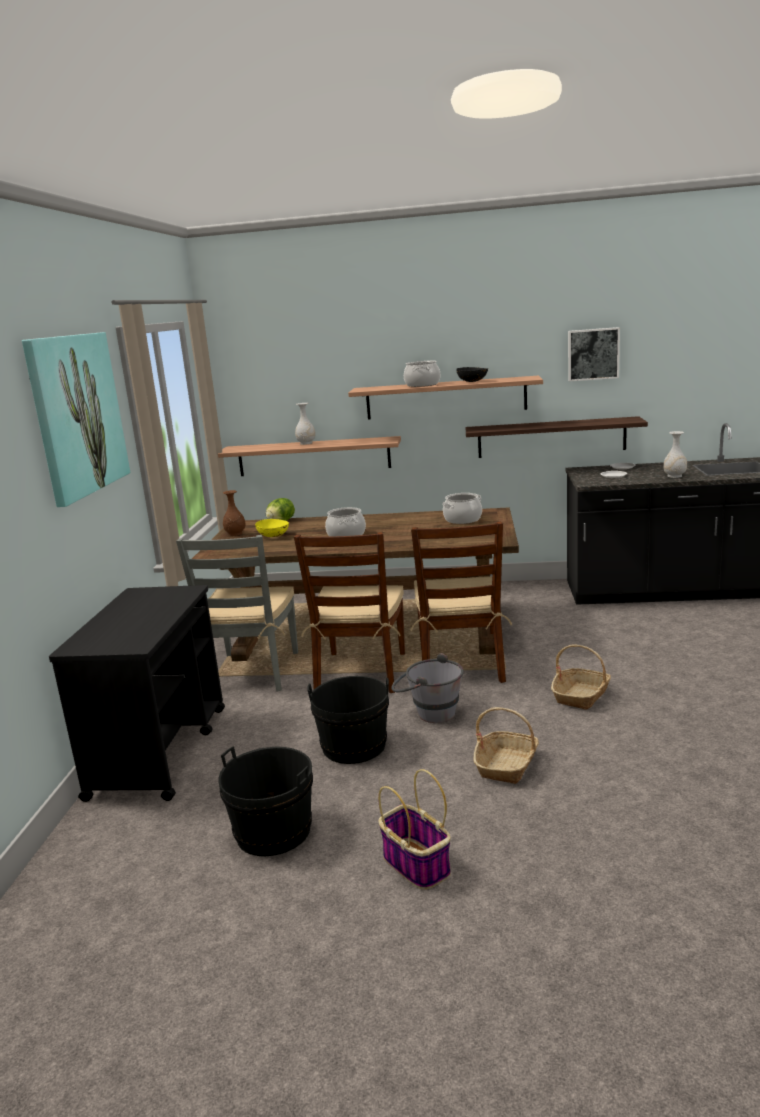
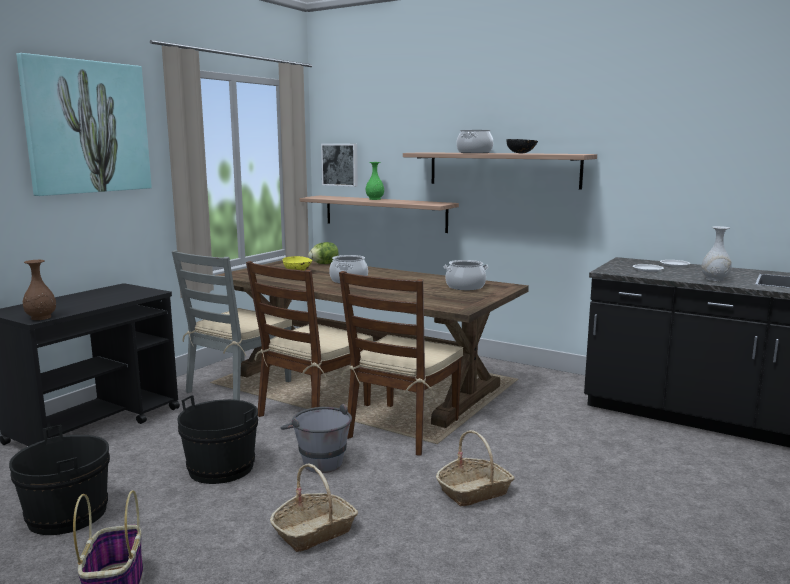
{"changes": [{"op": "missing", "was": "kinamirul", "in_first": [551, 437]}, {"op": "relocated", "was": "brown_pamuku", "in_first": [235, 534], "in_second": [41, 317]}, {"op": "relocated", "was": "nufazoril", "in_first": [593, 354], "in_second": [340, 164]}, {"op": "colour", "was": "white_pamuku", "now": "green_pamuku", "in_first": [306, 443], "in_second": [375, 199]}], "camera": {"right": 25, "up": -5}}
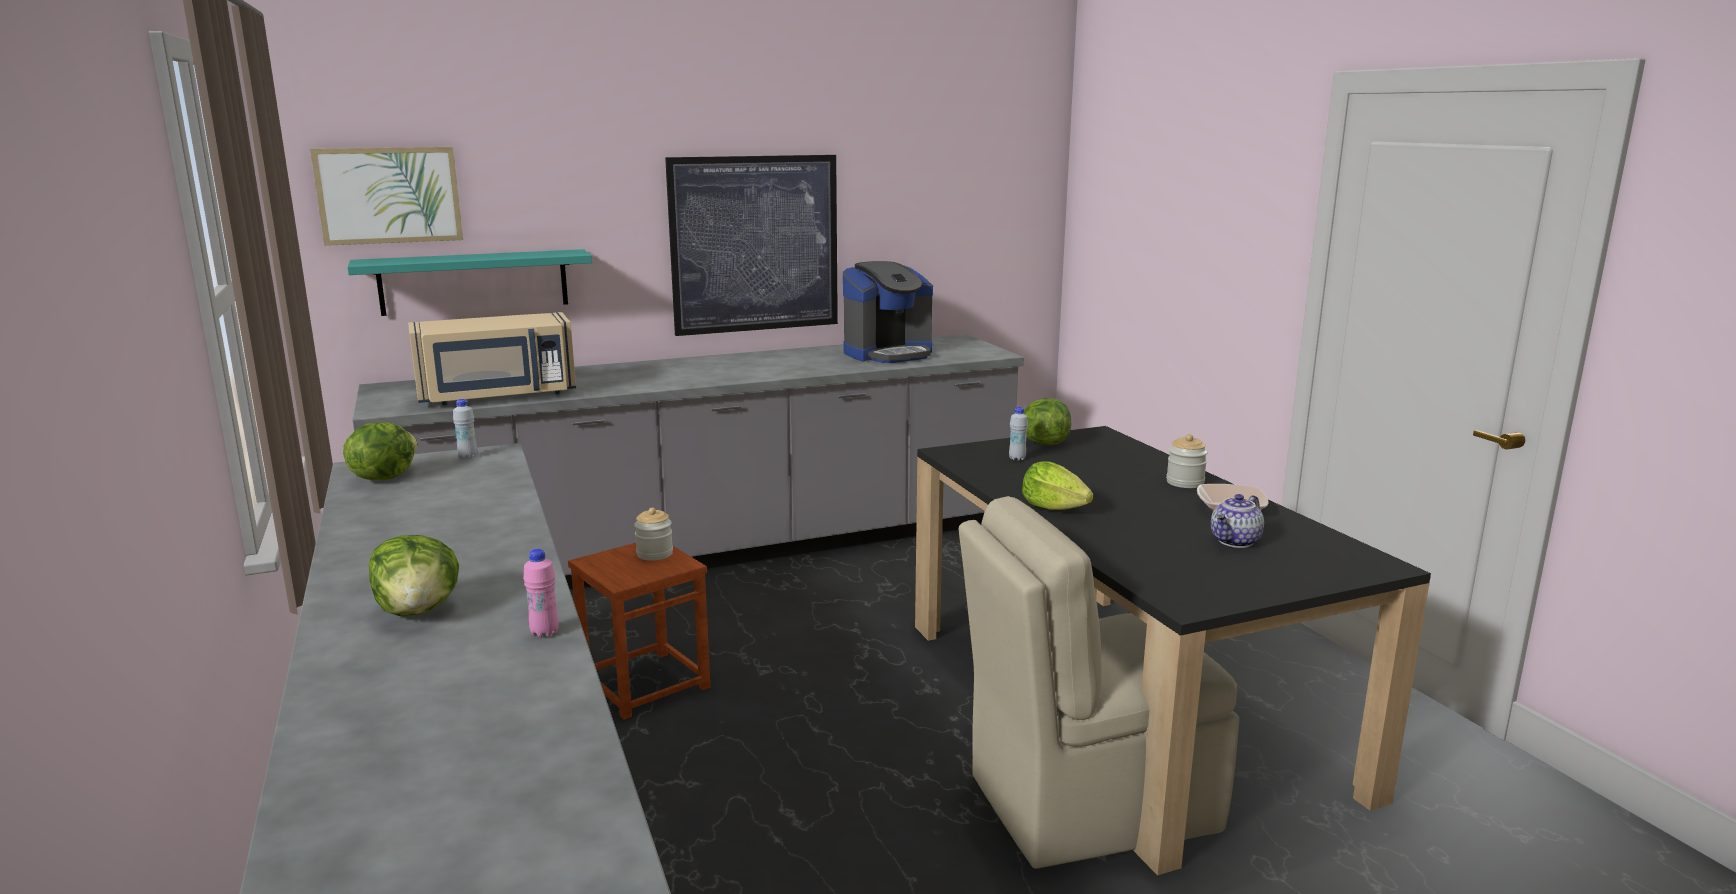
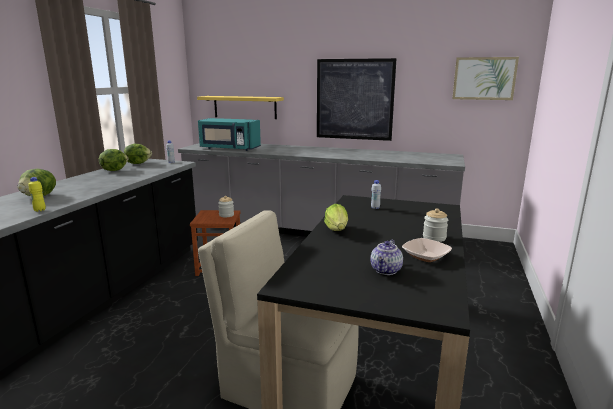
{"changes": [{"op": "missing", "was": "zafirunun", "in_first": [888, 354]}, {"op": "relocated", "was": "nufazoril", "in_first": [389, 195], "in_second": [484, 78]}, {"op": "relocated", "was": "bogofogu", "in_first": [1044, 443], "in_second": [114, 170]}, {"op": "colour", "was": "turquoise_kinamirul", "now": "yellow_kinamirul", "in_first": [474, 282], "in_second": [245, 107]}, {"op": "colour", "was": "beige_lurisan", "now": "turquoise_lurisan", "in_first": [498, 396], "in_second": [229, 148]}, {"op": "colour", "was": "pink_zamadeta", "now": "yellow_zamadeta", "in_first": [544, 633], "in_second": [40, 210]}, {"op": "spun", "was": "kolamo", "in_first": [1236, 542], "in_second": [386, 270], "clockwise": -60}], "camera": {"right": 40, "up": 0}}
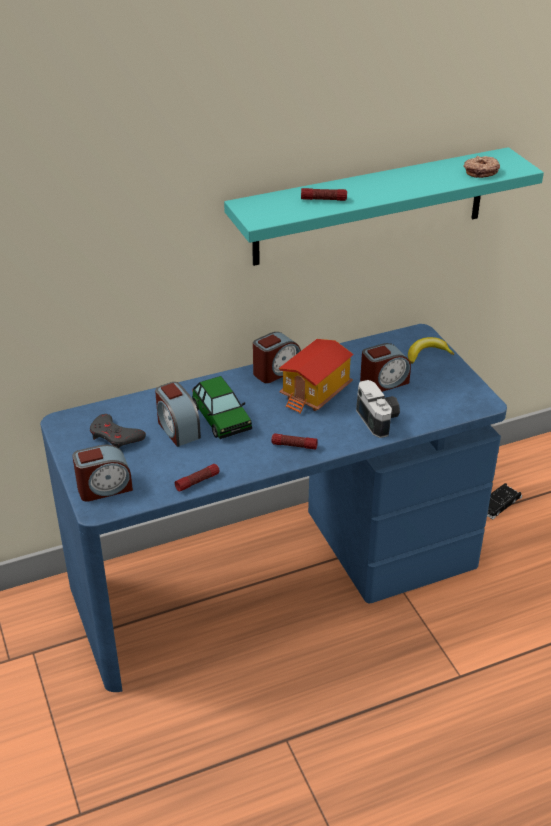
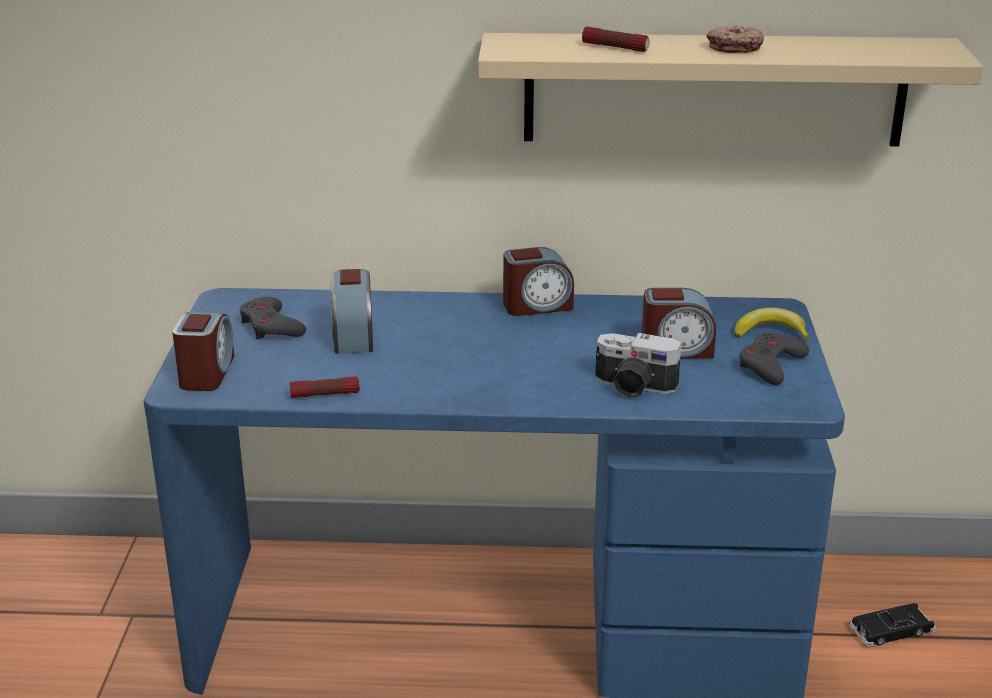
{"changes": [{"op": "missing", "was": "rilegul", "in_first": [221, 418]}, {"op": "missing", "was": "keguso", "in_first": [294, 446]}, {"op": "missing", "was": "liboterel", "in_first": [316, 393]}, {"op": "appeared", "now": "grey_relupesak", "in_second": [771, 365]}, {"op": "relocated", "was": "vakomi", "in_first": [480, 171], "in_second": [734, 47]}, {"op": "colour", "was": "turquoise_kinamirul", "now": "beige_kinamirul", "in_first": [370, 207], "in_second": [714, 89]}, {"op": "spun", "was": "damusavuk", "in_first": [104, 488], "in_second": [207, 373], "clockwise": -90}, {"op": "spun", "was": "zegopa", "in_first": [379, 419], "in_second": [633, 387], "clockwise": 105}], "camera": {"right": 25, "up": -10}}
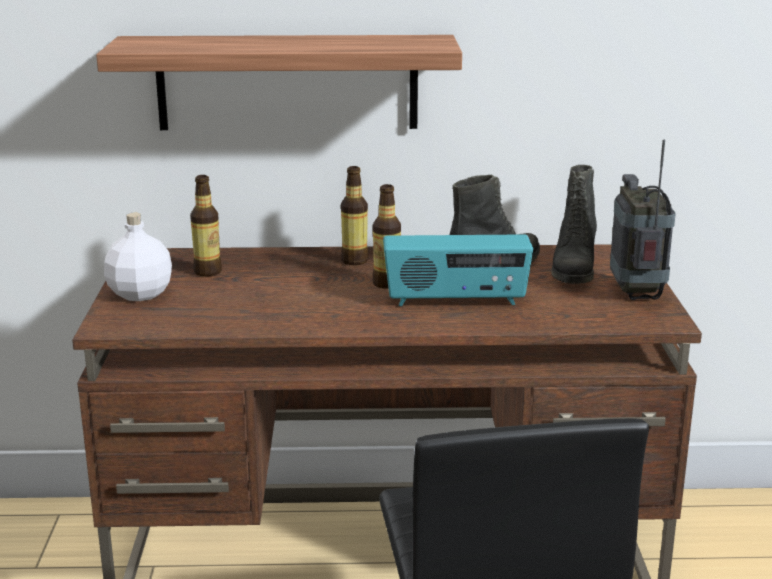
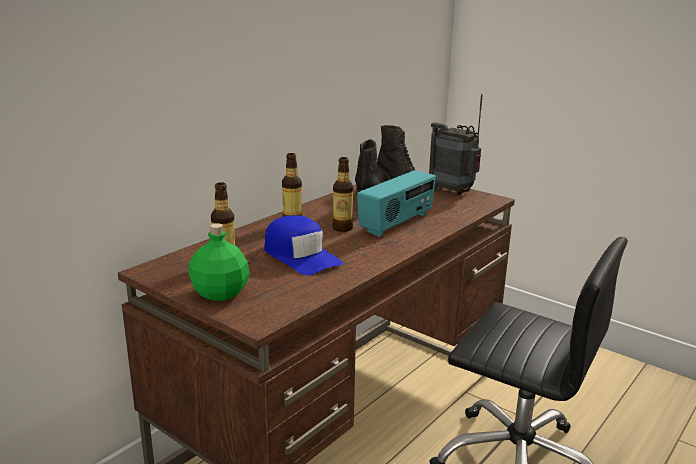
{"changes": [{"op": "missing", "was": "kinamirul", "in_first": [287, 82]}, {"op": "appeared", "now": "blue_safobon", "in_second": [300, 256]}, {"op": "colour", "was": "white_zamadeta", "now": "green_zamadeta", "in_first": [140, 294], "in_second": [221, 293]}], "camera": {"right": -50, "up": 0}}
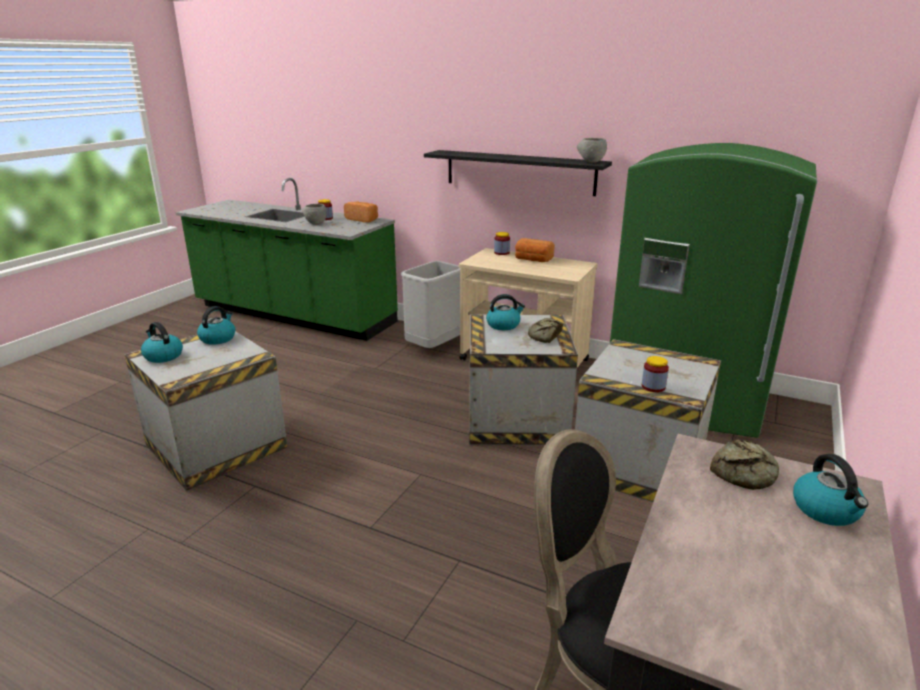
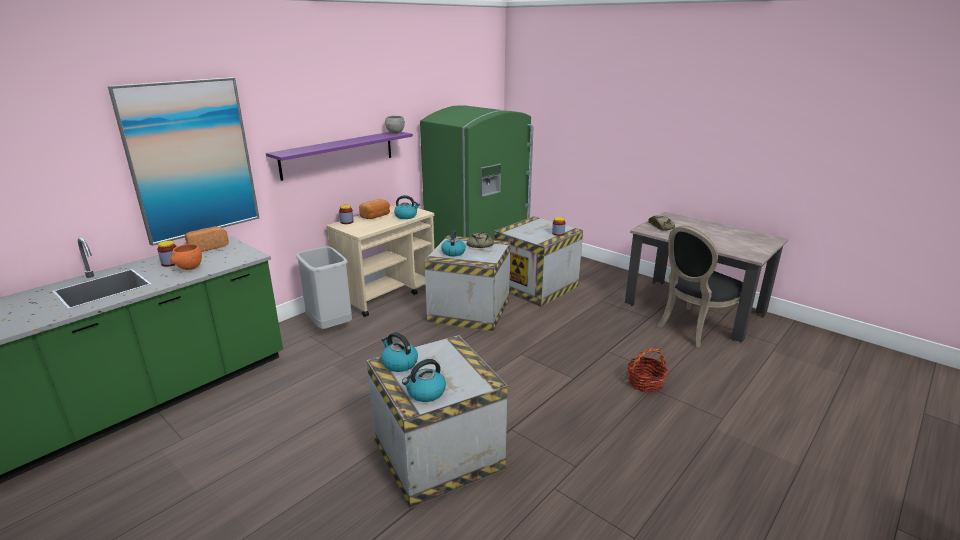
{"changes": [{"op": "appeared", "now": "nufazoril", "in_second": [191, 159]}, {"op": "appeared", "now": "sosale", "in_second": [645, 383]}, {"op": "relocated", "was": "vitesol", "in_first": [826, 510], "in_second": [406, 216]}, {"op": "colour", "was": "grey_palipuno", "now": "orange_palipuno", "in_first": [315, 224], "in_second": [189, 268]}, {"op": "colour", "was": "black_kinamirul", "now": "purple_kinamirul", "in_first": [519, 172], "in_second": [338, 154]}], "camera": {"right": -75, "up": 0}}
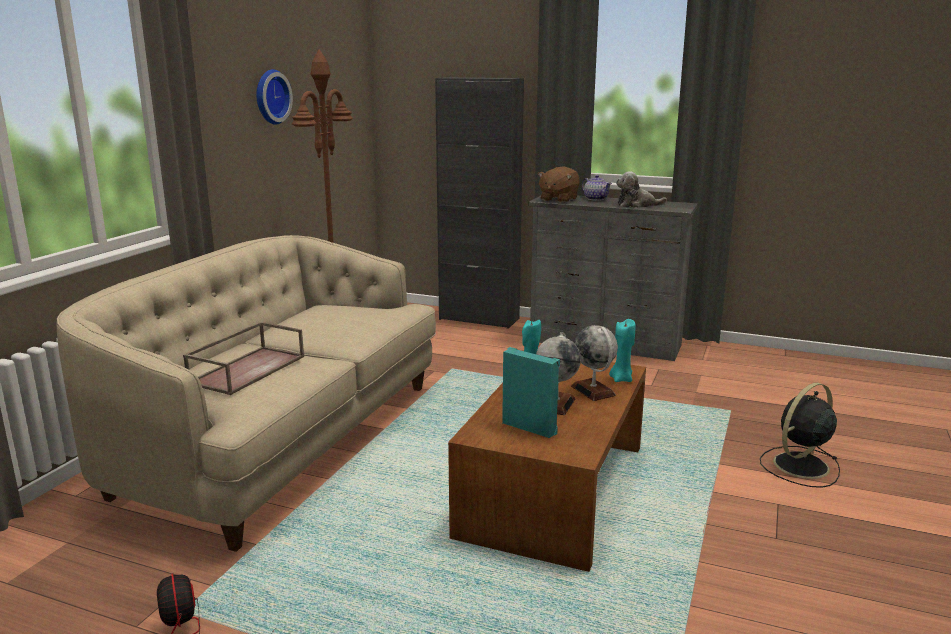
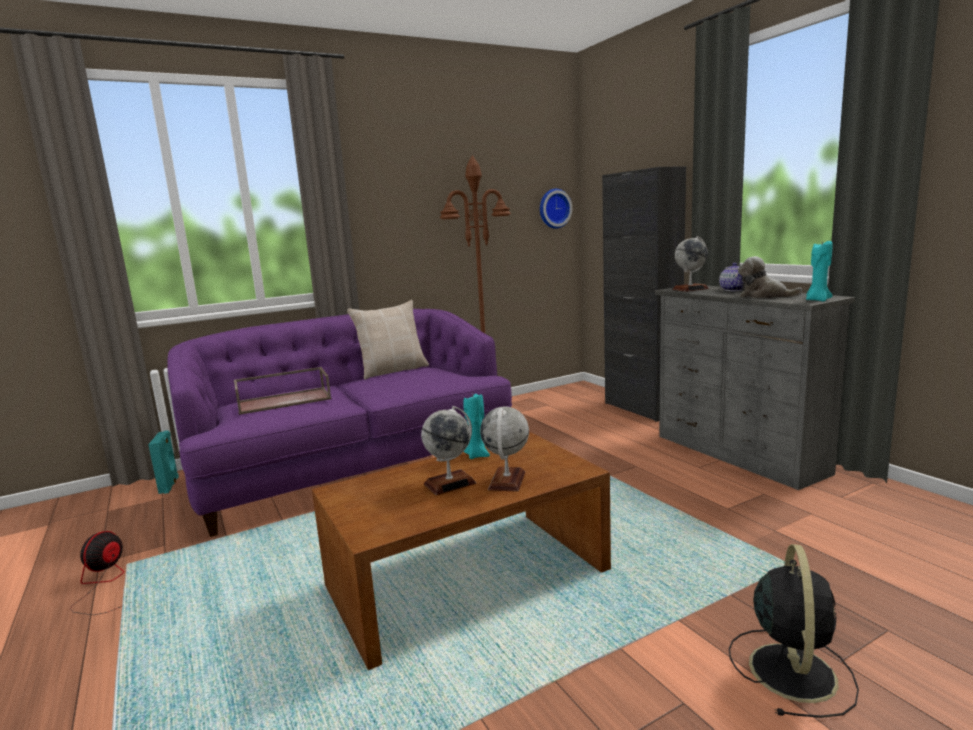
{"changes": [{"op": "appeared", "now": "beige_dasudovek", "in_second": [392, 370]}, {"op": "relocated", "was": "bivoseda", "in_first": [270, 97], "in_second": [553, 208]}, {"op": "relocated", "was": "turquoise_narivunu", "in_first": [530, 427], "in_second": [170, 485]}, {"op": "relocated", "was": "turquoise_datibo", "in_first": [621, 379], "in_second": [817, 300]}, {"op": "exchanged", "was": "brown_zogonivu", "now": "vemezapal", "in_first": [558, 199], "in_second": [690, 289]}, {"op": "colour", "was": "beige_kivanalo", "now": "purple_kivanalo", "in_first": [281, 440], "in_second": [354, 469]}, {"op": "spun", "was": "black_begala", "in_first": [799, 466], "in_second": [791, 669], "clockwise": 105}], "camera": {"right": 40, "up": -5}}
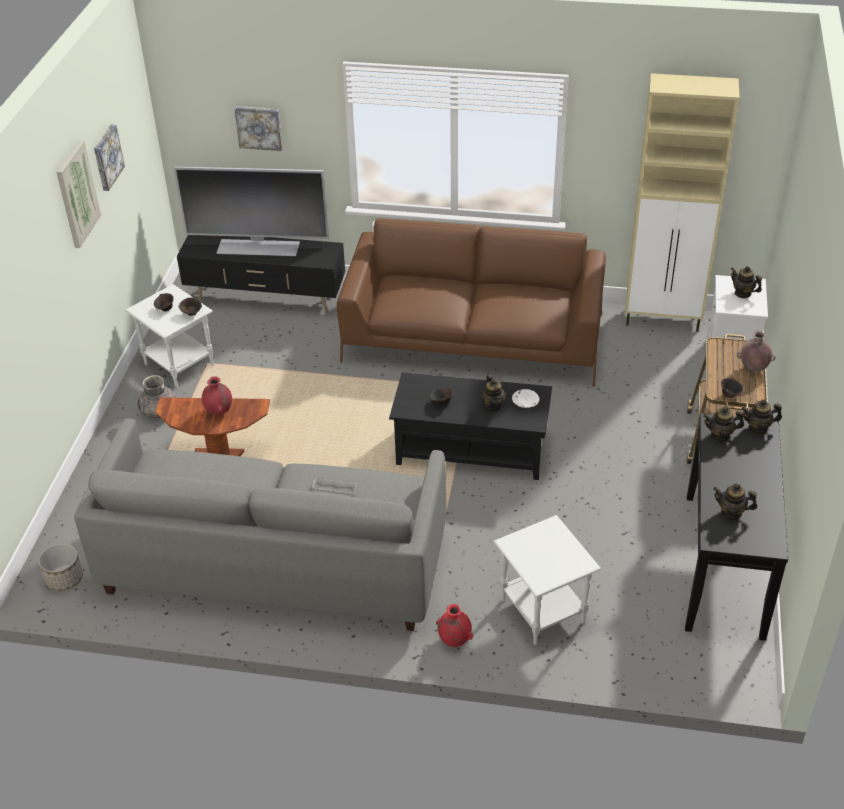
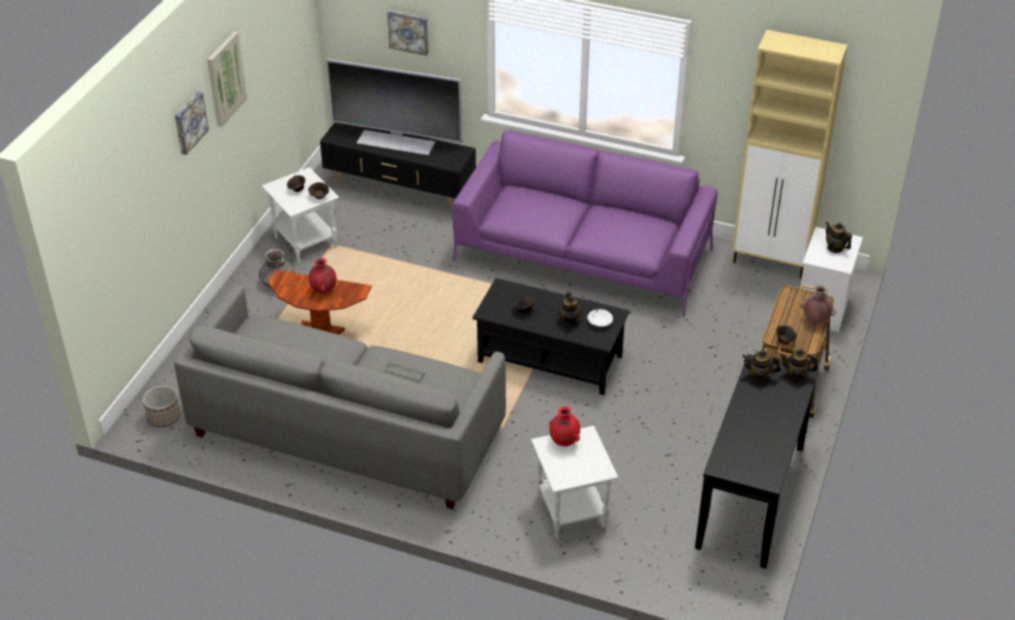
{"changes": [{"op": "missing", "was": "kolamo", "in_first": [731, 513]}, {"op": "relocated", "was": "nufazoril", "in_first": [107, 157], "in_second": [189, 122]}, {"op": "relocated", "was": "red_pamuku", "in_first": [454, 640], "in_second": [564, 442]}, {"op": "colour", "was": "brown_kivanalo", "now": "purple_kivanalo", "in_first": [473, 338], "in_second": [583, 255]}], "camera": {"right": 10, "up": 0}}
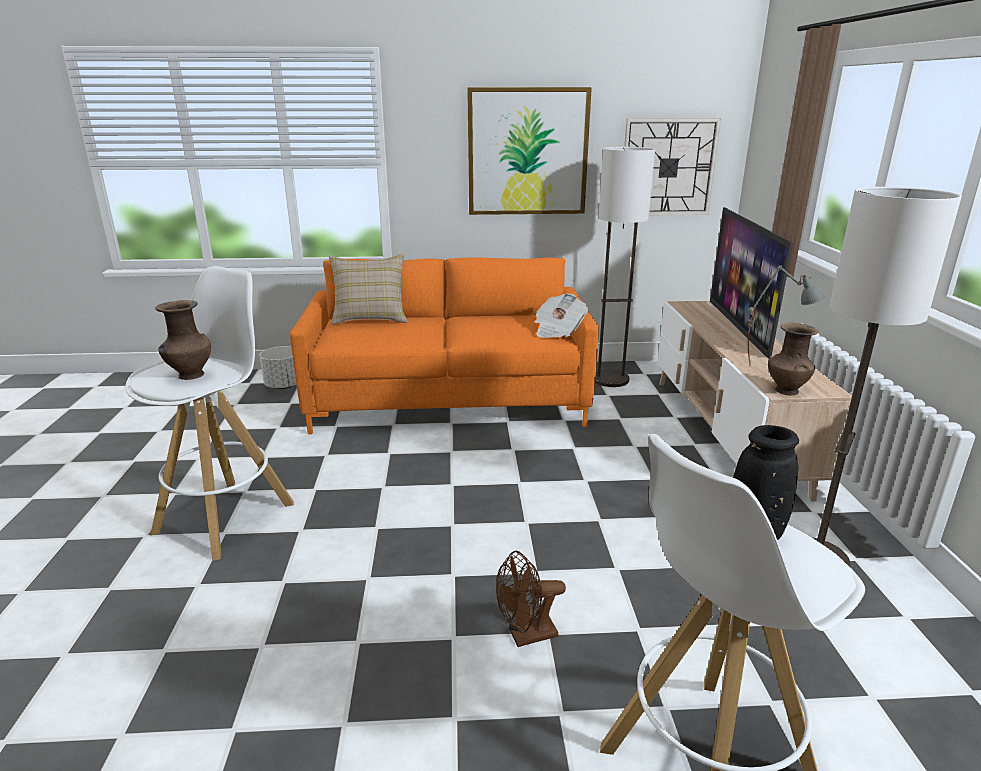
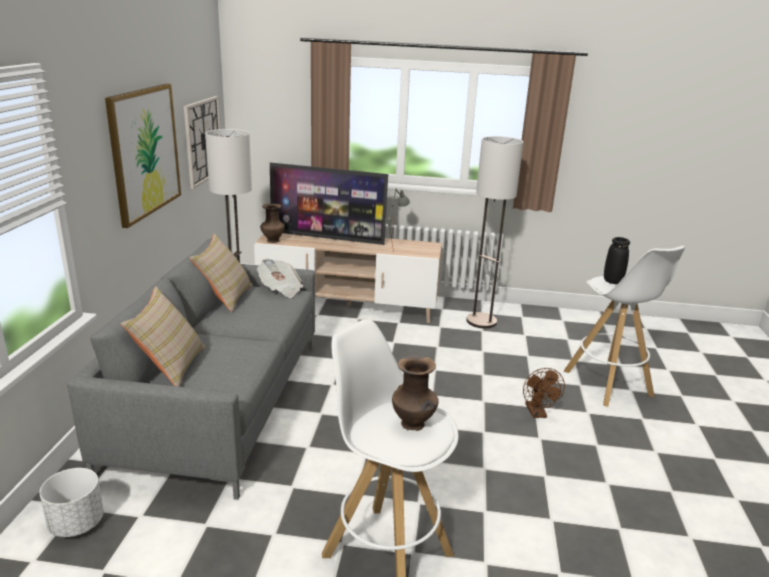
{"changes": [{"op": "appeared", "now": "beige_dasudovek", "in_second": [225, 297]}, {"op": "relocated", "was": "brown_pamuku", "in_first": [785, 390], "in_second": [272, 241]}, {"op": "colour", "was": "orange_kivanalo", "now": "grey_kivanalo", "in_first": [449, 400], "in_second": [220, 402]}], "camera": {"right": -80, "up": 0}}
